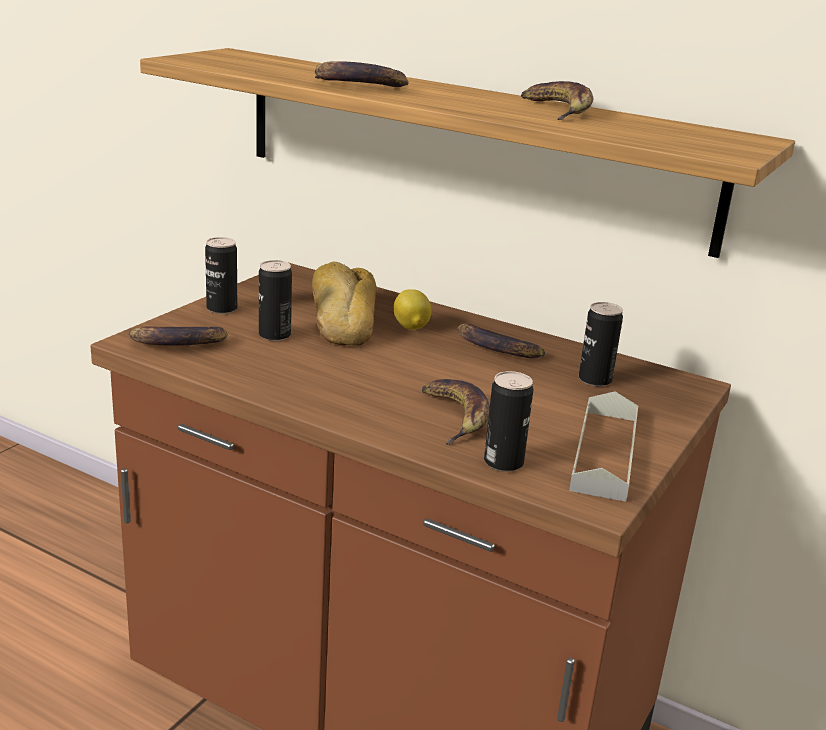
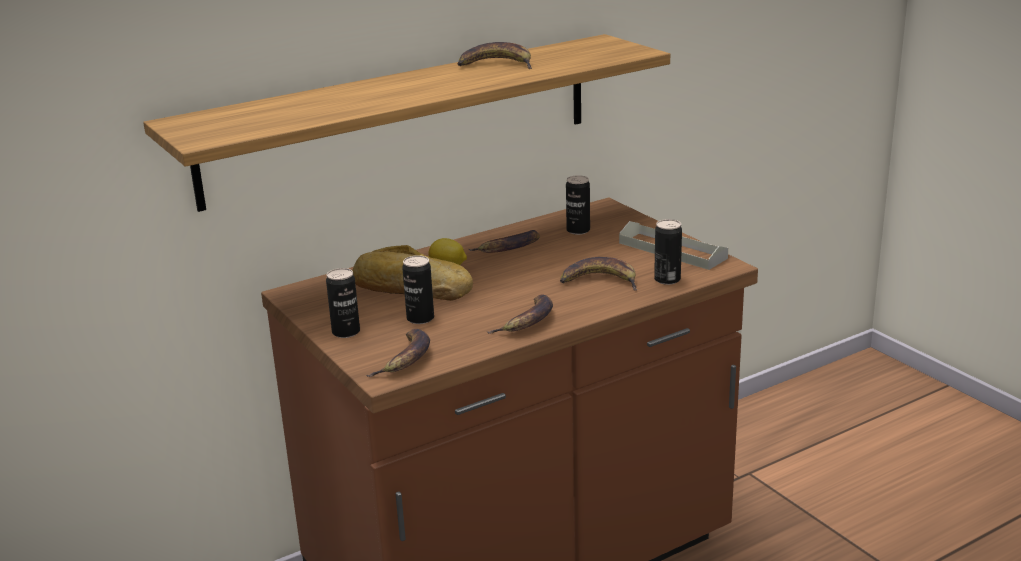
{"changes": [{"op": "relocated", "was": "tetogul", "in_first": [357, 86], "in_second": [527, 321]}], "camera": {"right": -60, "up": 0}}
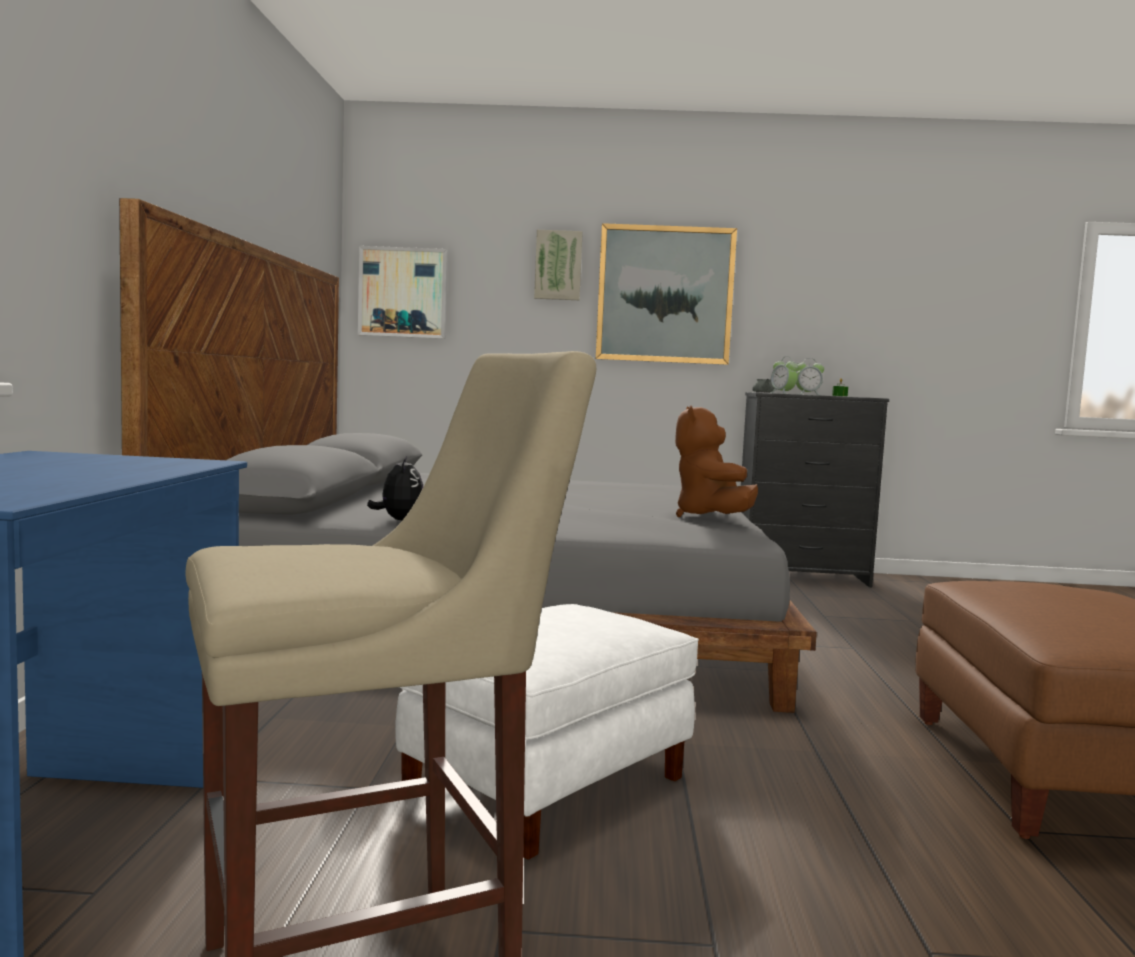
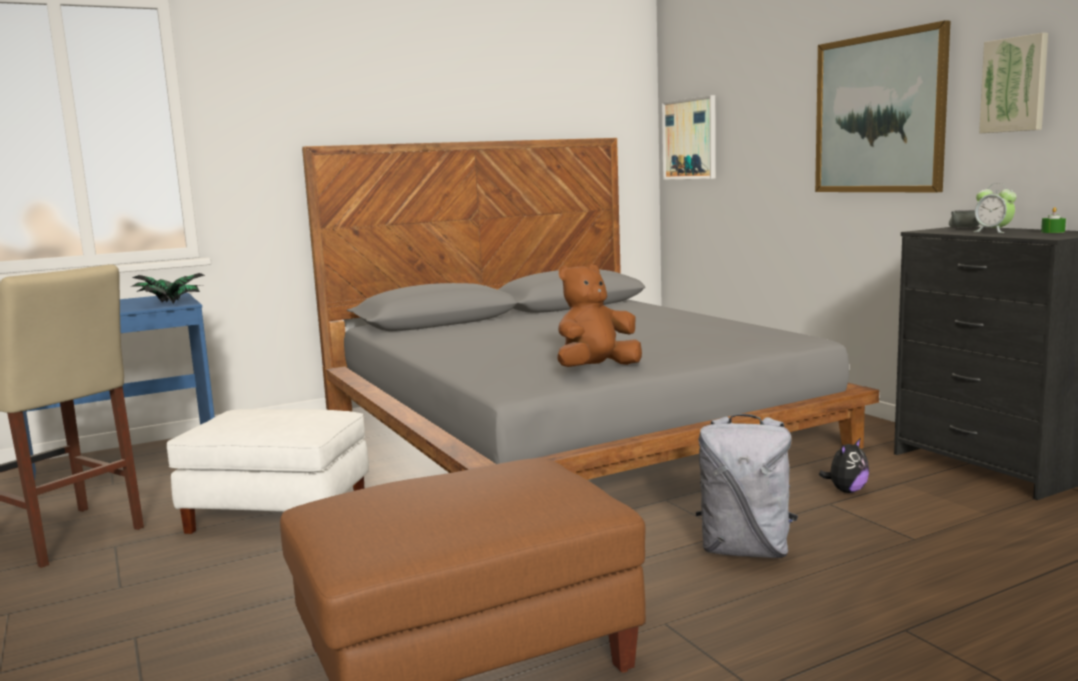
{"changes": [{"op": "missing", "was": "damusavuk", "in_first": [782, 393]}, {"op": "appeared", "now": "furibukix", "in_second": [171, 303]}, {"op": "appeared", "now": "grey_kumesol", "in_second": [745, 550]}, {"op": "relocated", "was": "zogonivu", "in_first": [399, 520], "in_second": [846, 491]}, {"op": "relocated", "was": "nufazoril", "in_first": [558, 265], "in_second": [1015, 85]}], "camera": {"right": 60, "up": 5}}
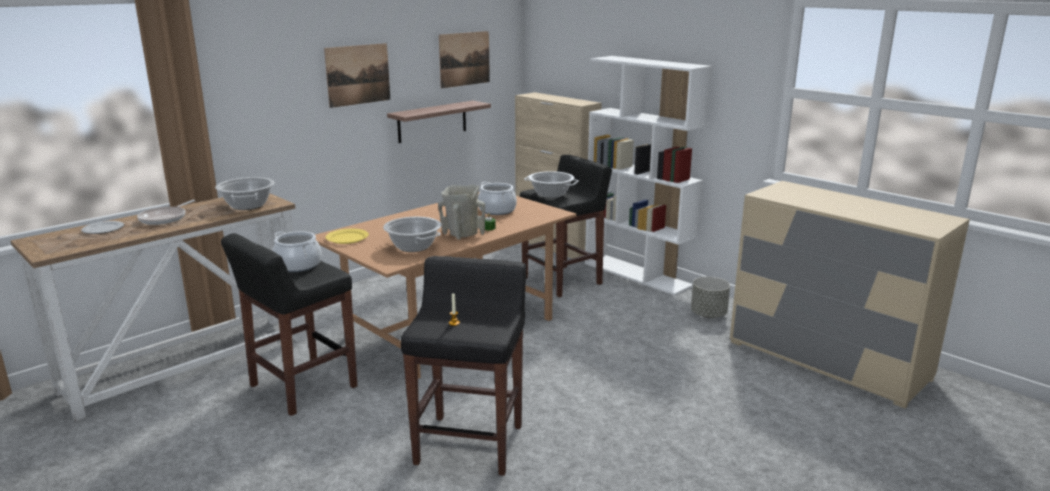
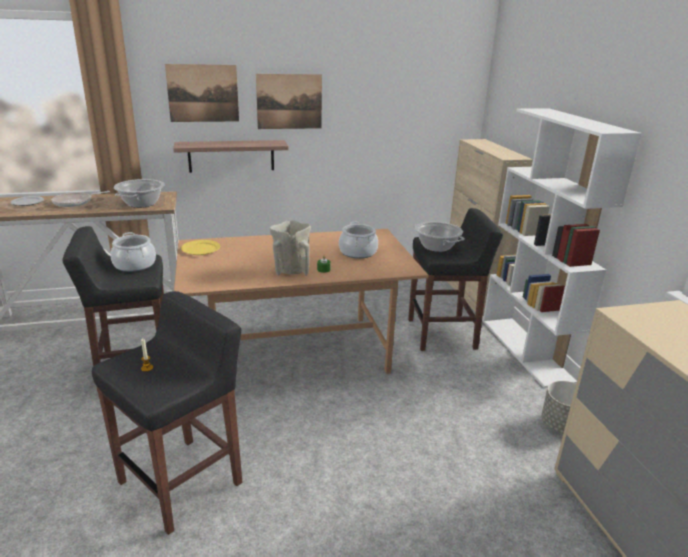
{"changes": [{"op": "missing", "was": "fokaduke", "in_first": [413, 247]}, {"op": "relocated", "was": "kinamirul", "in_first": [432, 121], "in_second": [231, 156]}, {"op": "relocated", "was": "nufazoril", "in_first": [464, 59], "in_second": [203, 93]}], "camera": {"right": 30, "up": 5}}
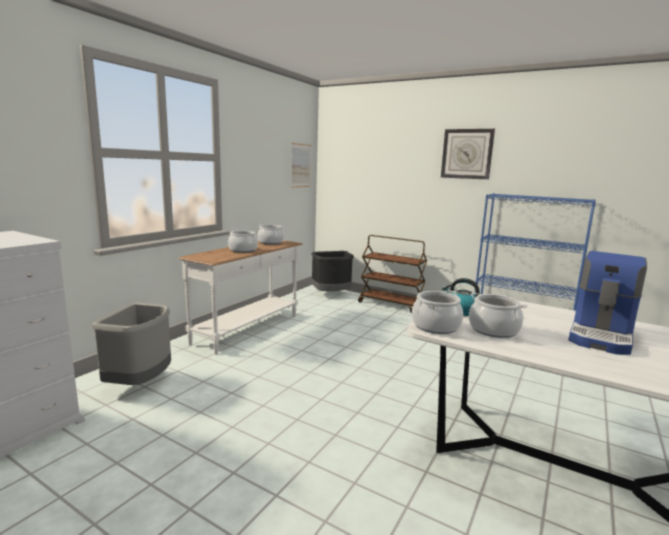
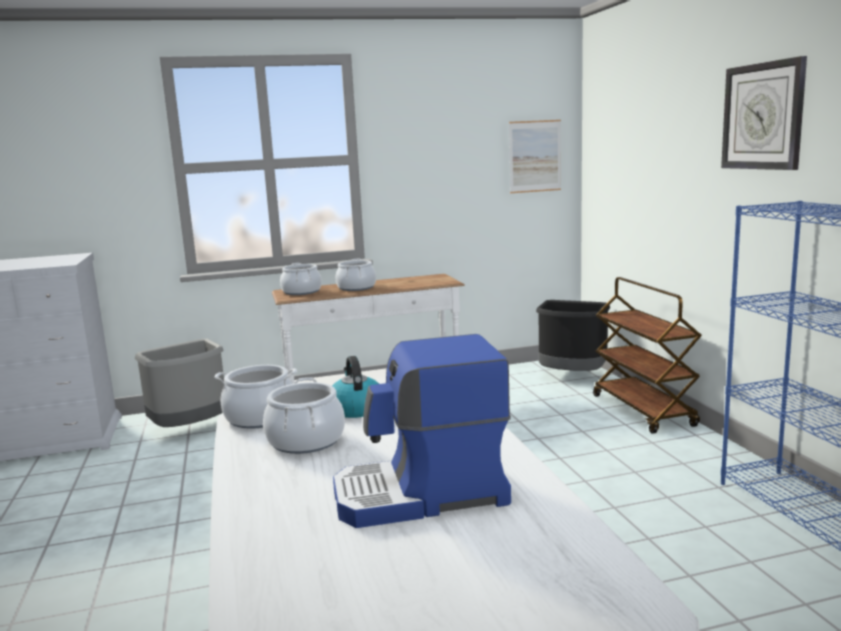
{"changes": [{"op": "relocated", "was": "fokaduke", "in_first": [270, 242], "in_second": [301, 292]}], "camera": {"right": 45, "up": 0}}
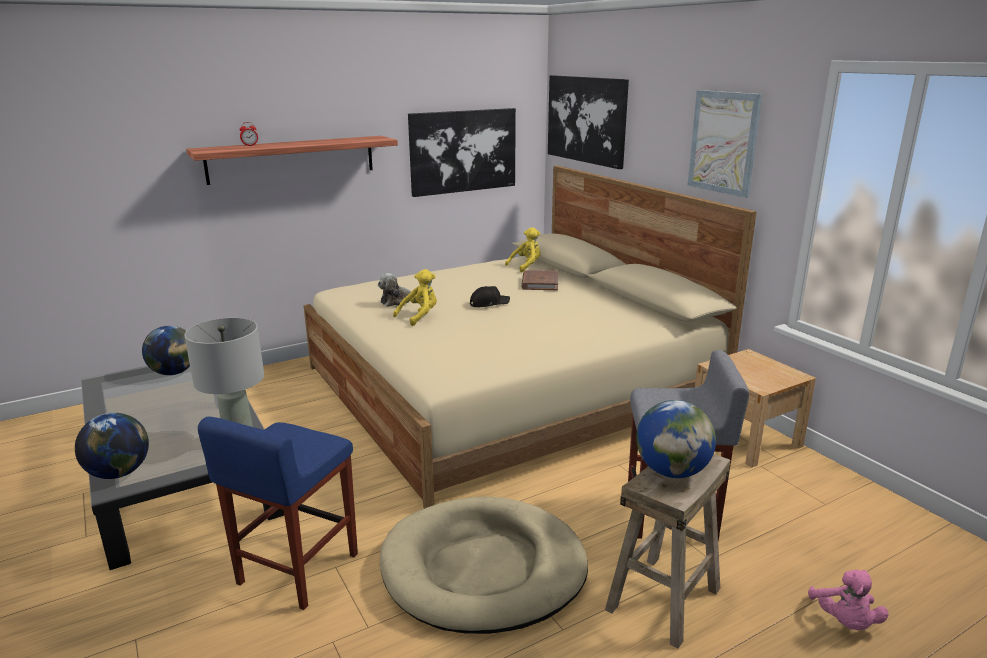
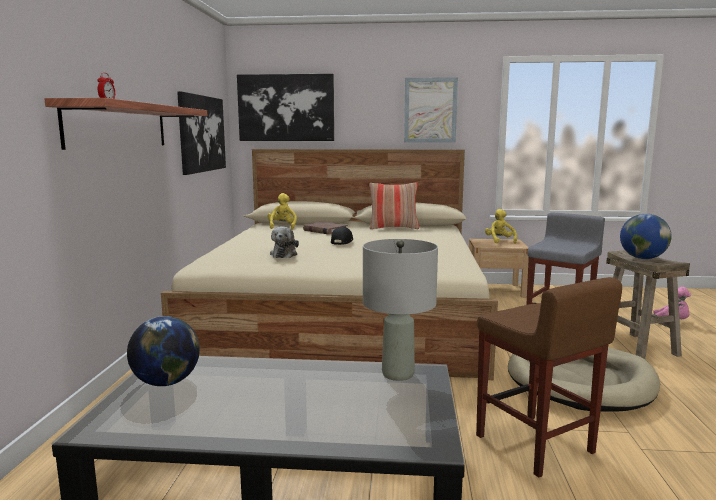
{"changes": [{"op": "missing", "was": "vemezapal", "in_first": [119, 473]}, {"op": "appeared", "now": "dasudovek", "in_second": [393, 228]}, {"op": "relocated", "was": "yellow_zogonivu", "in_first": [419, 316], "in_second": [499, 241]}, {"op": "colour", "was": "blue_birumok", "now": "brown_birumok", "in_first": [297, 569], "in_second": [535, 445]}], "camera": {"right": -55, "up": -10}}
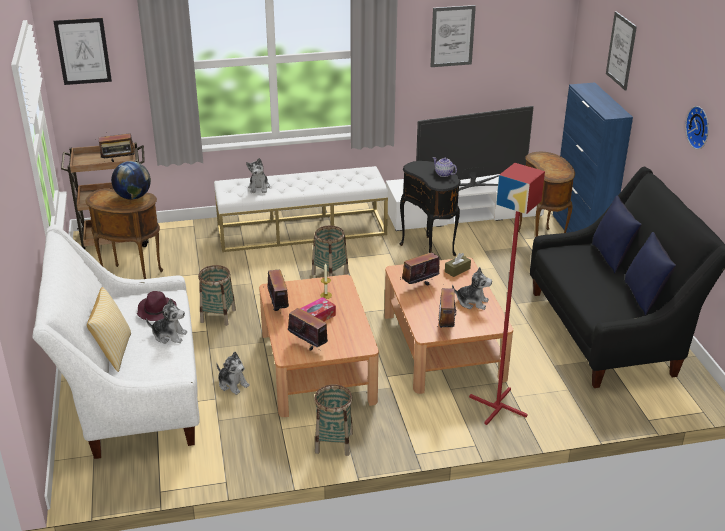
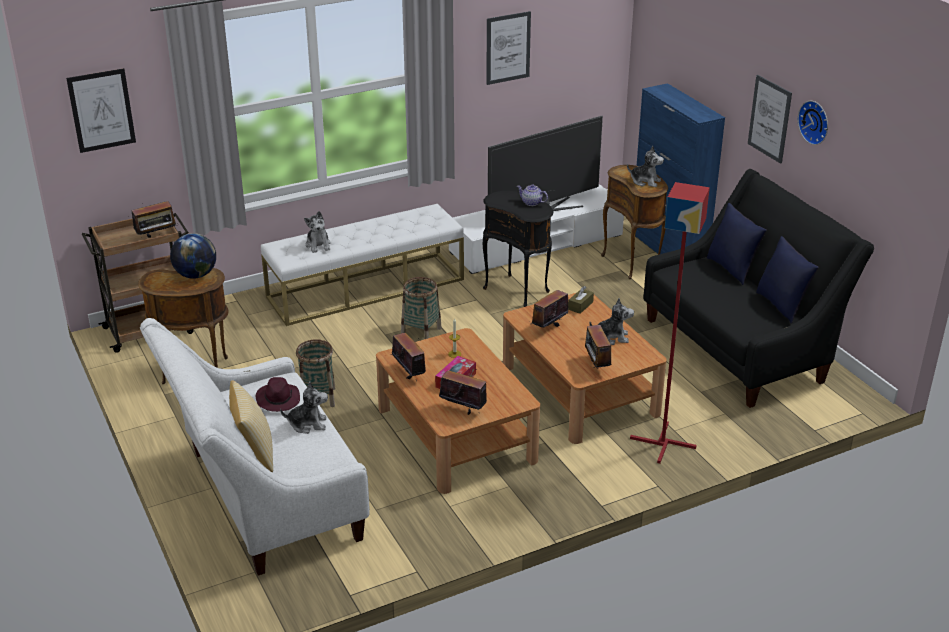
{"changes": [{"op": "missing", "was": "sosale", "in_first": [333, 443]}, {"op": "relocated", "was": "zogonivu", "in_first": [233, 384], "in_second": [645, 181]}, {"op": "relocated", "was": "nufazoril", "in_first": [621, 50], "in_second": [769, 118]}], "camera": {"right": -15, "up": 0}}
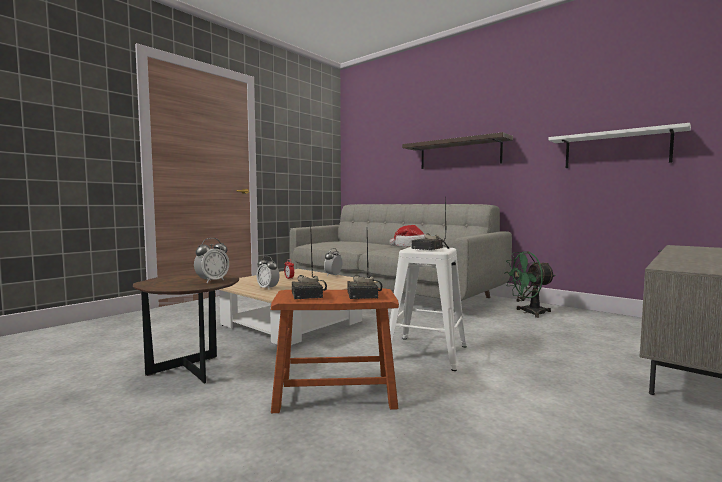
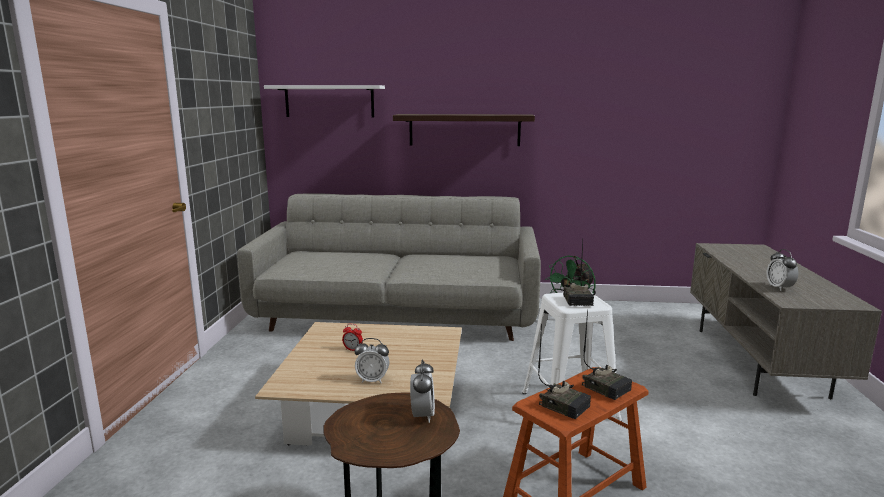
{"changes": [{"op": "missing", "was": "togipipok", "in_first": [410, 246]}, {"op": "relocated", "was": "damusavuk", "in_first": [333, 275], "in_second": [779, 288]}, {"op": "relocated", "was": "white_kinamirul", "in_first": [616, 149], "in_second": [329, 101]}], "camera": {"right": -35, "up": 10}}
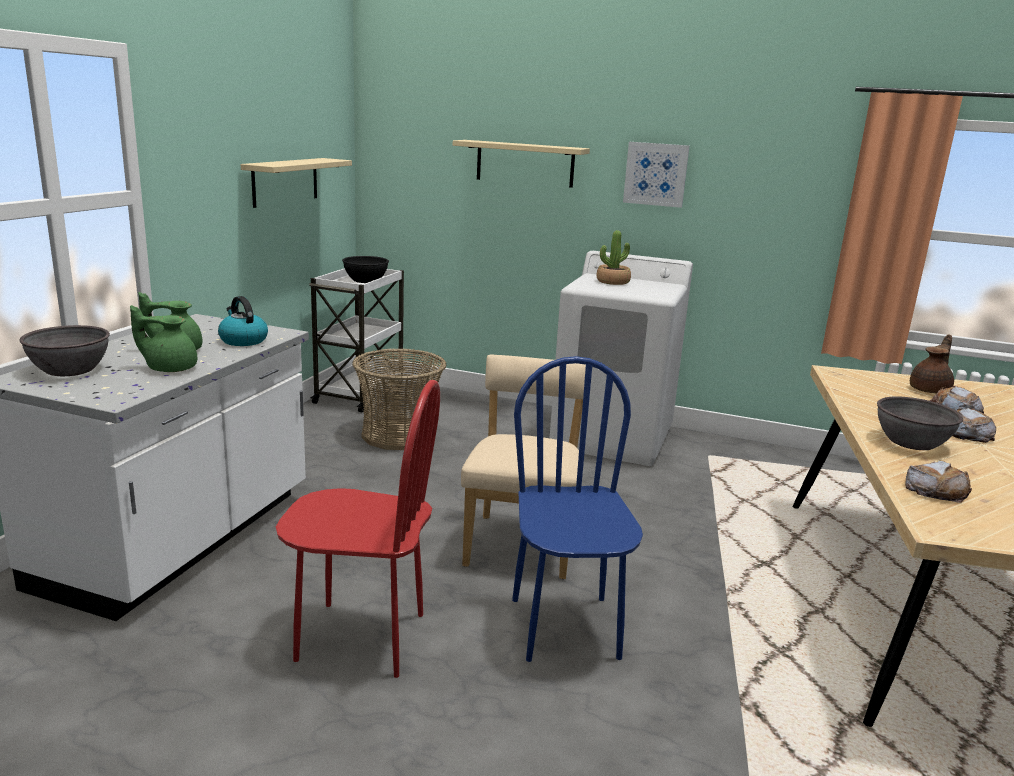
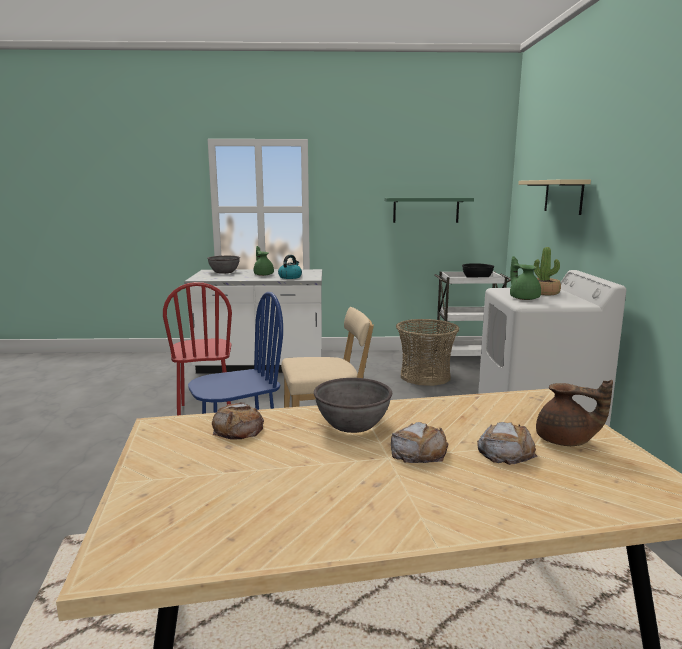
{"changes": [{"op": "missing", "was": "nufazoril", "in_first": [655, 174]}, {"op": "relocated", "was": "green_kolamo", "in_first": [170, 368], "in_second": [523, 298]}, {"op": "colour", "was": "beige_kinamirul", "now": "green_kinamirul", "in_first": [285, 181], "in_second": [426, 210]}], "camera": {"right": 70, "up": -5}}
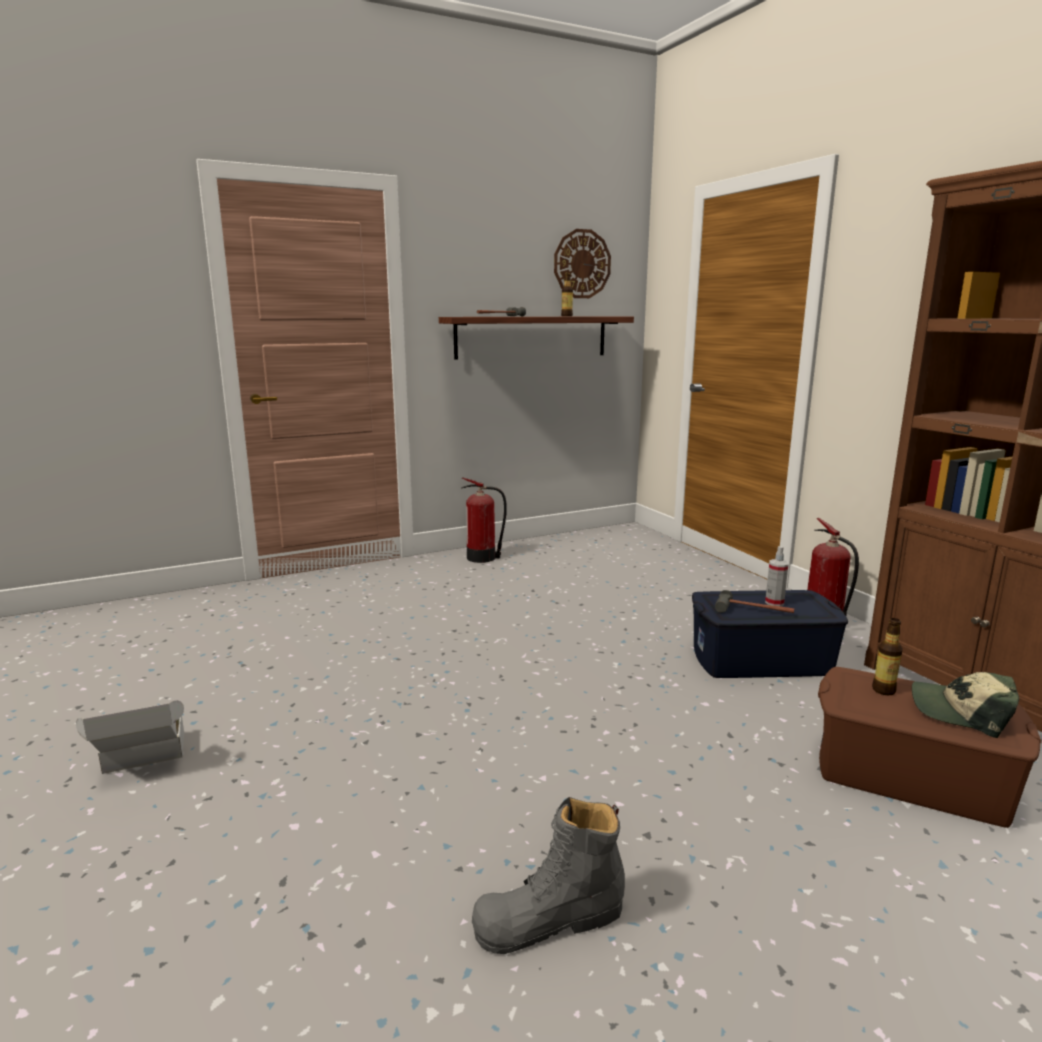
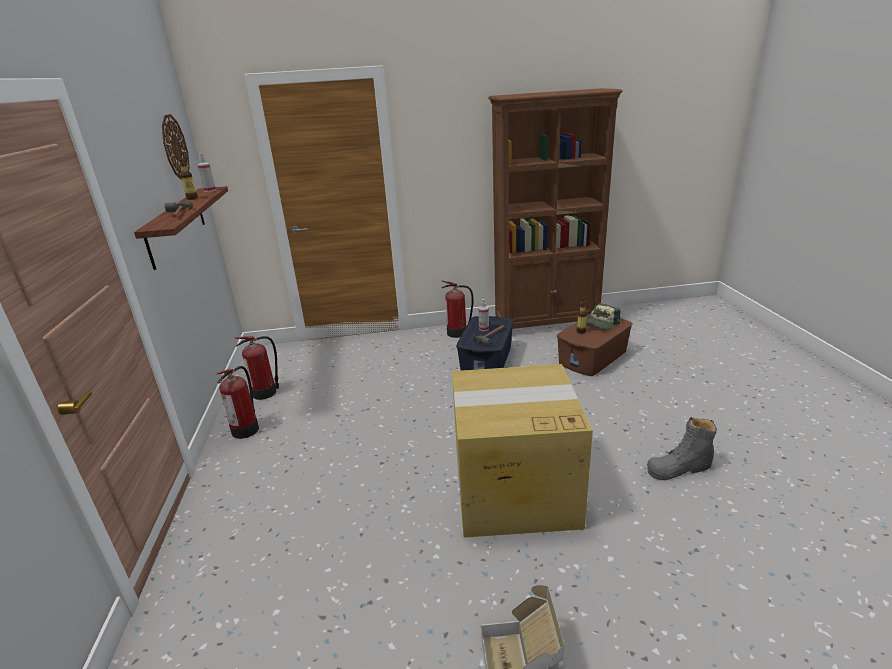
{"changes": [{"op": "appeared", "now": "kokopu", "in_second": [210, 190]}, {"op": "appeared", "now": "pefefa", "in_second": [266, 392]}, {"op": "appeared", "now": "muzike", "in_second": [513, 490]}, {"op": "spun", "was": "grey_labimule", "in_first": [549, 919], "in_second": [679, 468], "clockwise": 75}], "camera": {"right": -70, "up": 10}}
